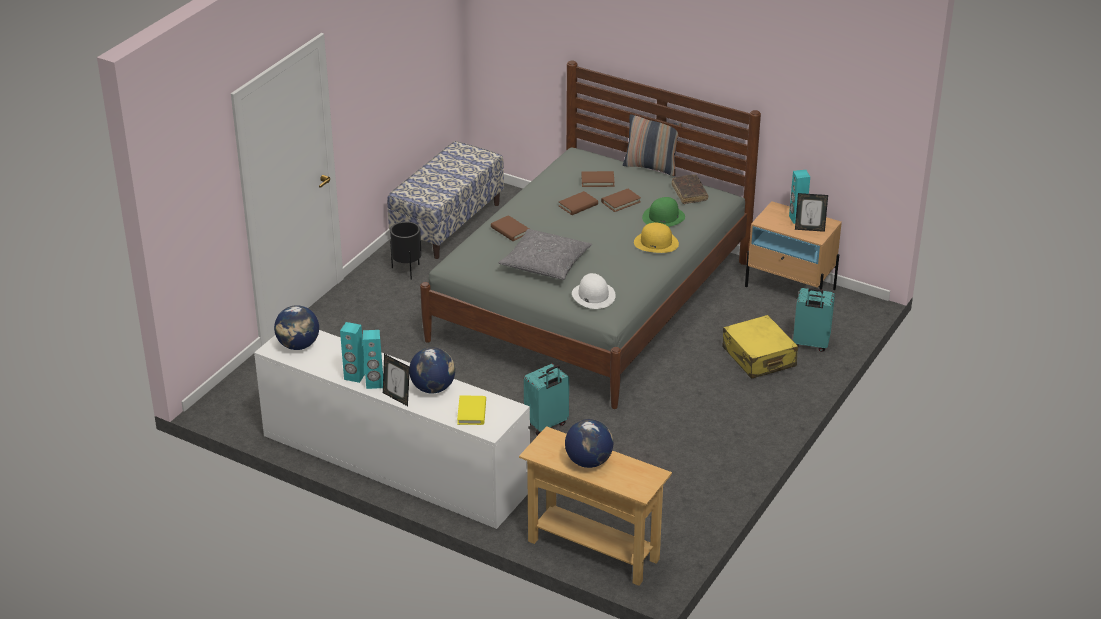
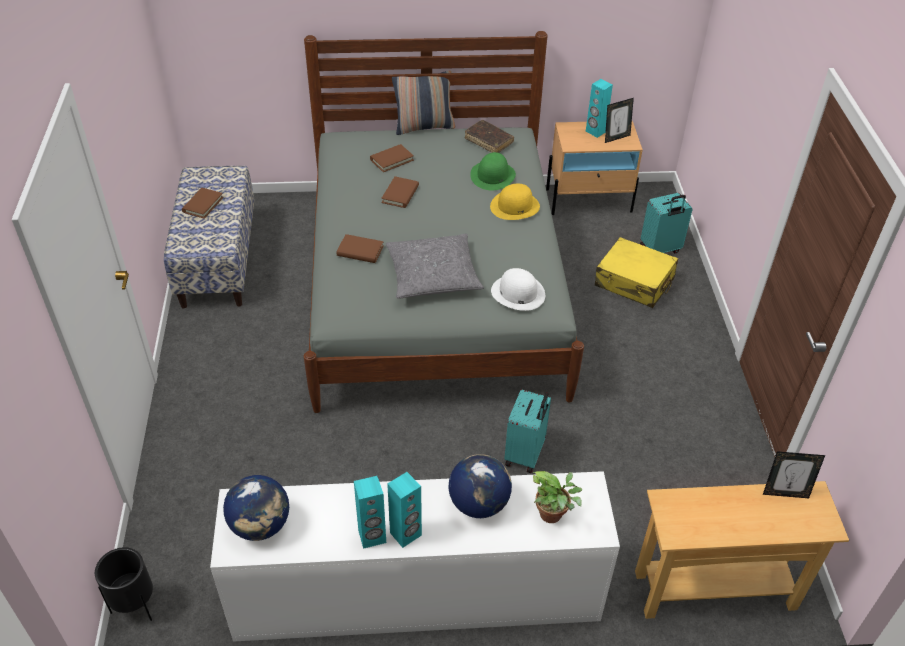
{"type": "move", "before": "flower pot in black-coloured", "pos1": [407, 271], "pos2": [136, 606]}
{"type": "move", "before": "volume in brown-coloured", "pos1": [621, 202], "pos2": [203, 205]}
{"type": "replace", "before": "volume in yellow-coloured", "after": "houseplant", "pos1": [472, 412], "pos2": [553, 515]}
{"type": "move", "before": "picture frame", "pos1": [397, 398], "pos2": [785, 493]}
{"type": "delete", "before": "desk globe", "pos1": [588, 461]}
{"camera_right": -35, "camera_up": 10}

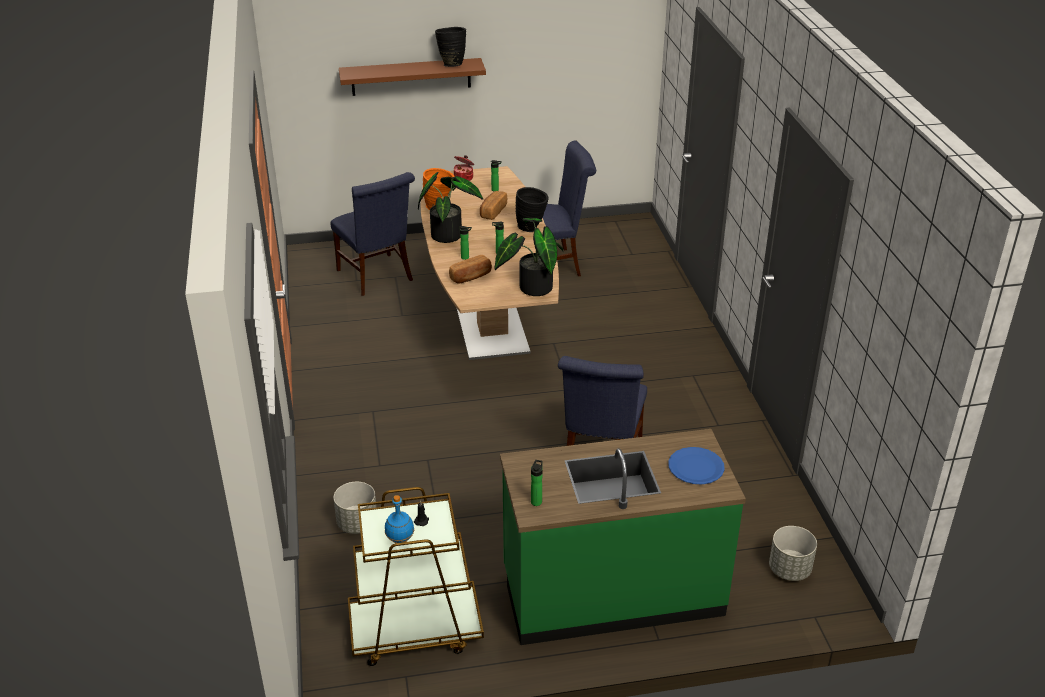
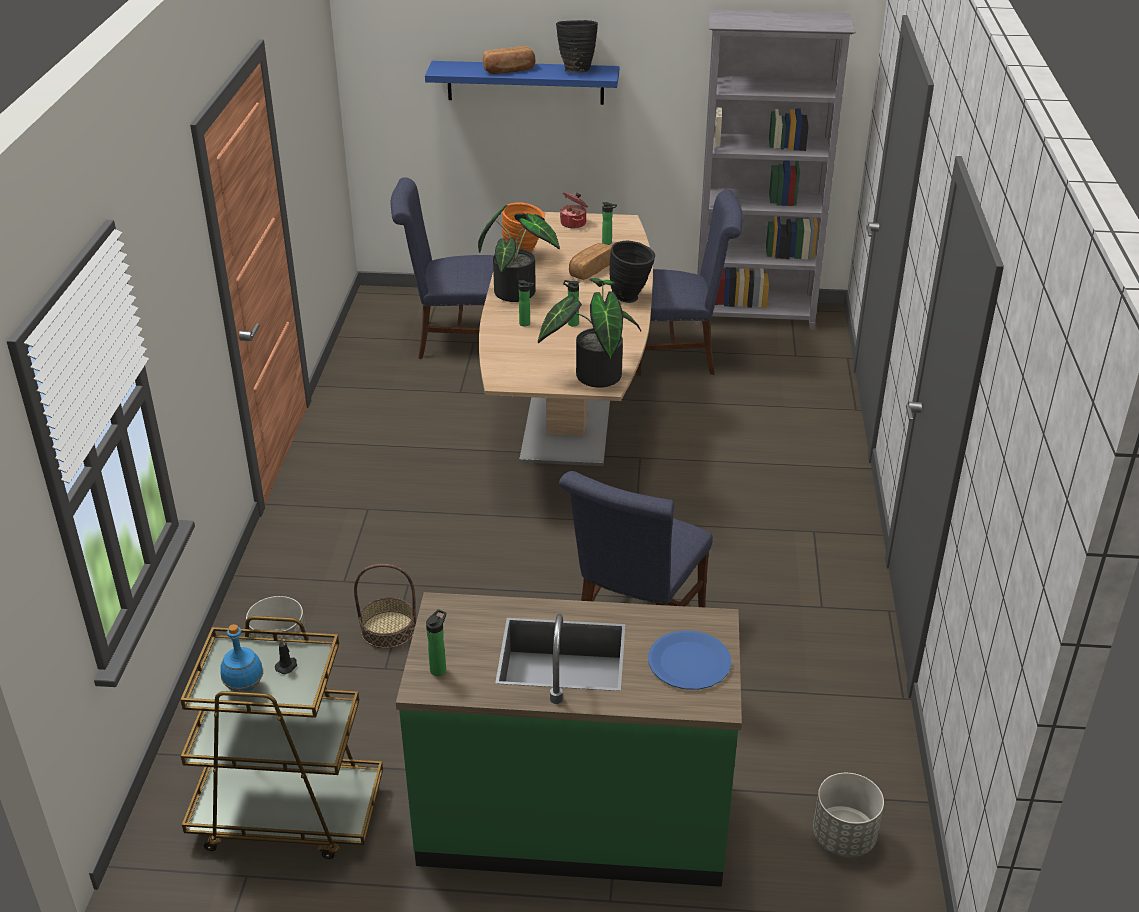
{"type": "insert", "after": "basket", "pos2": [388, 630]}
{"type": "rotate", "before": "chair in bluish", "pos1": [377, 277], "pos2": [451, 339], "turn": 105}
{"type": "recolor", "before": "shelf in brown-coloured", "after": "shelf in bluish", "pos1": [411, 77], "pos2": [525, 82]}
{"type": "move", "before": "bakery bread", "pos1": [471, 277], "pos2": [509, 70]}
{"type": "insert", "after": "bookcase in grey", "pos2": [755, 316]}
{"camera_right": 15, "camera_up": 0}

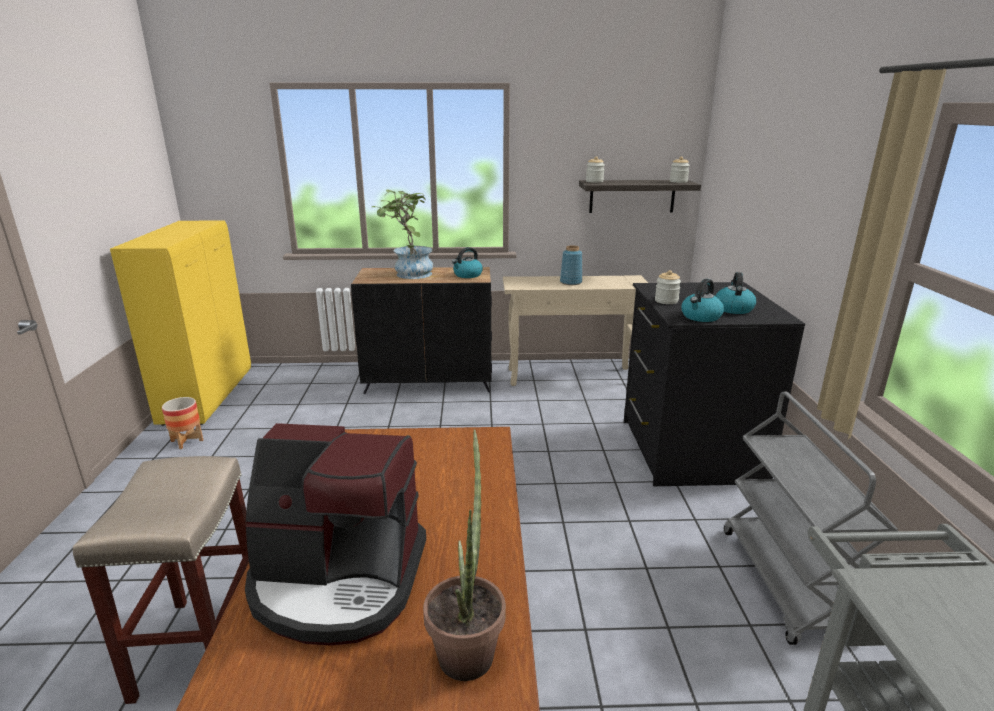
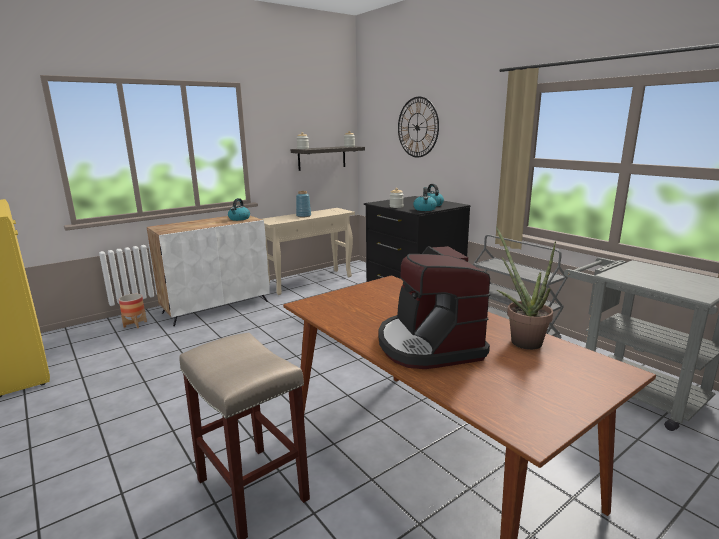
{"type": "move", "before": "flower pot", "pos1": [187, 441], "pos2": [135, 324]}
{"type": "recolor", "before": "storage cabinet in black-coloured", "after": "storage cabinet in white-coloured", "pos1": [429, 381], "pos2": [217, 307]}
{"type": "rotate", "before": "coffee brewer", "pos1": [339, 581], "pos2": [428, 344], "turn": 105}
{"type": "insert", "after": "wall clock", "pos2": [417, 127]}
{"type": "delete", "before": "houseplant", "pos1": [408, 274]}
{"camera_right": -35, "camera_up": -5}

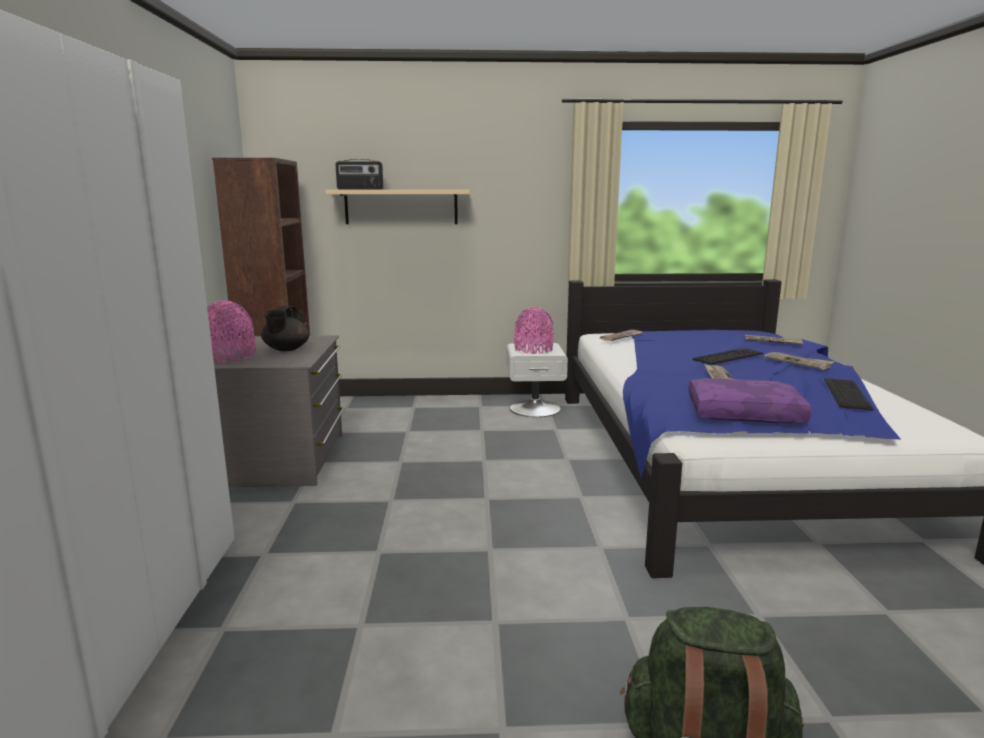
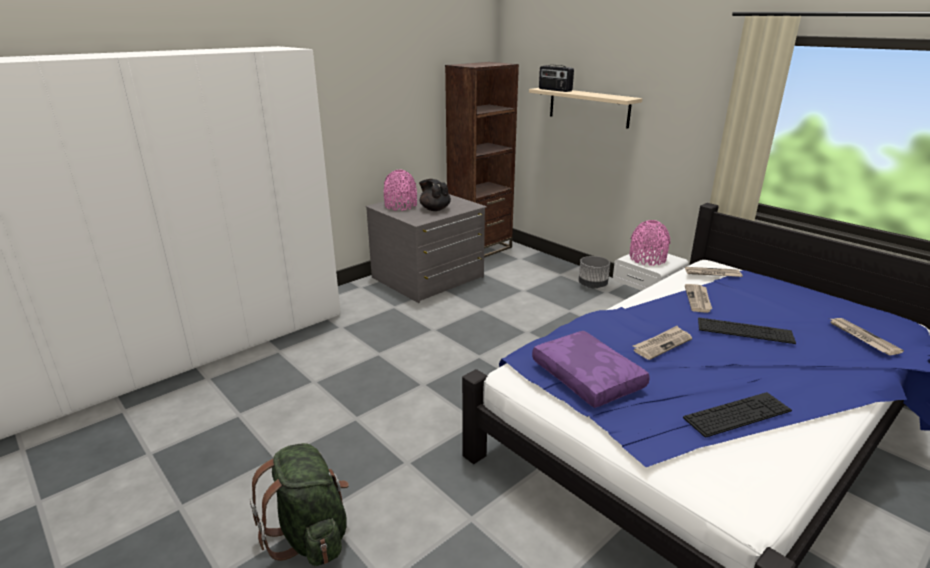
{"type": "rotate", "before": "pot for tea in black-coloured", "pos1": [286, 349], "pos2": [434, 209], "turn": 75}
{"type": "insert", "after": "flower pot in grey", "pos2": [592, 285]}
{"type": "move", "before": "printed paper", "pos1": [798, 362], "pos2": [698, 299]}
{"camera_right": 50, "camera_up": 10}

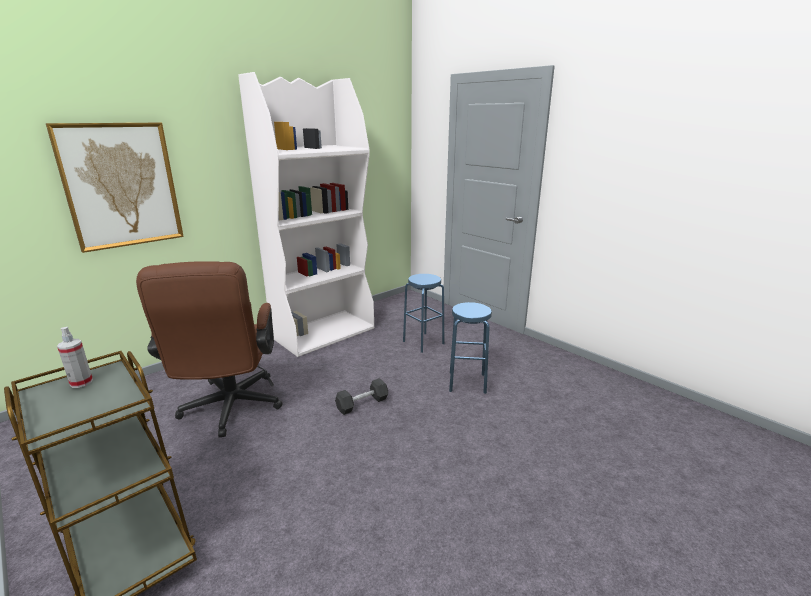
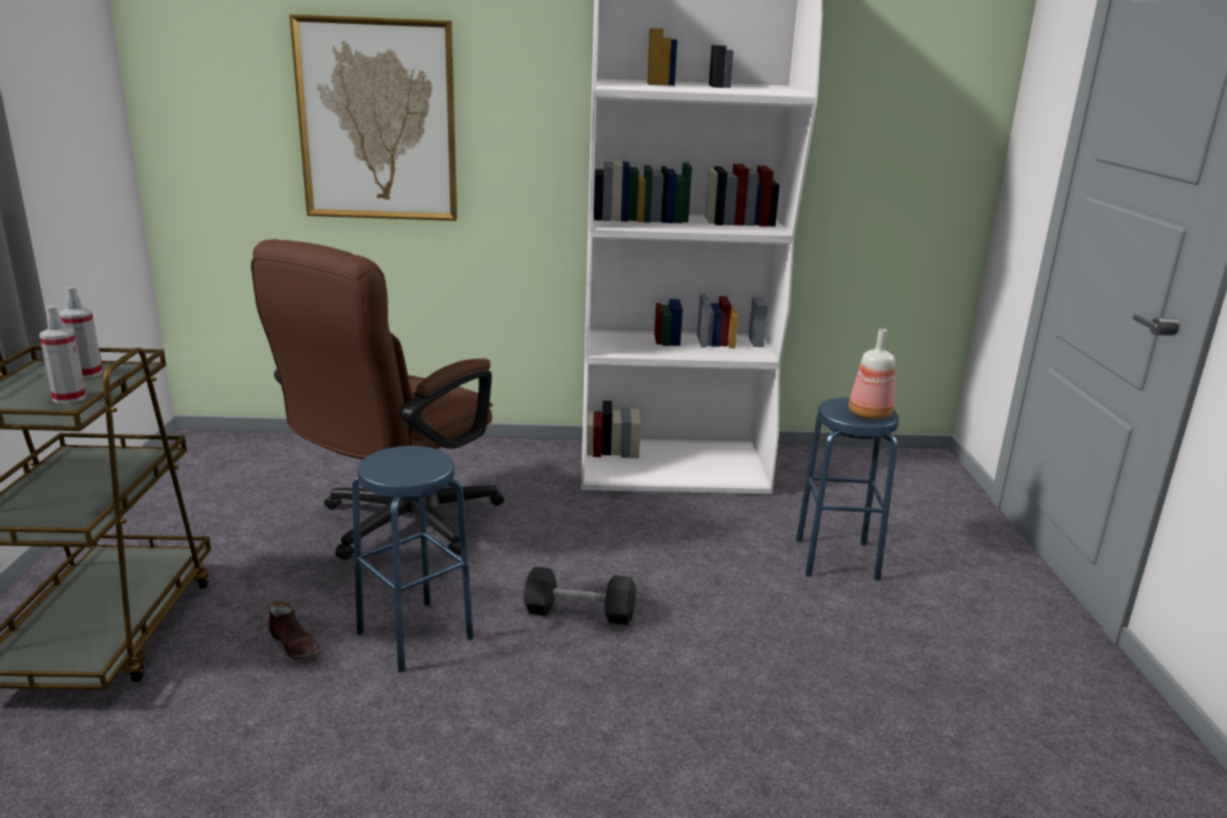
{"type": "insert", "after": "spray bottle", "pos2": [69, 398]}
{"type": "insert", "after": "item of footwear in brown-coloured", "pos2": [295, 644]}
{"type": "move", "before": "stool seat in bluish", "pos1": [467, 382], "pos2": [415, 635]}
{"type": "insert", "after": "beverage bottle", "pos2": [868, 414]}
{"camera_right": 40, "camera_up": 0}

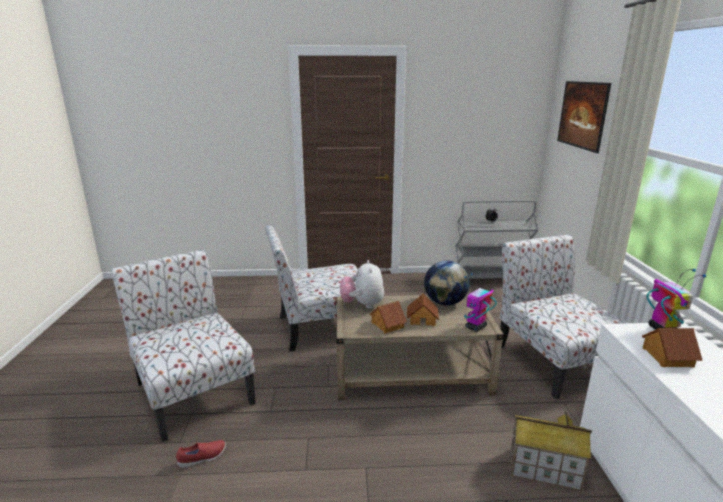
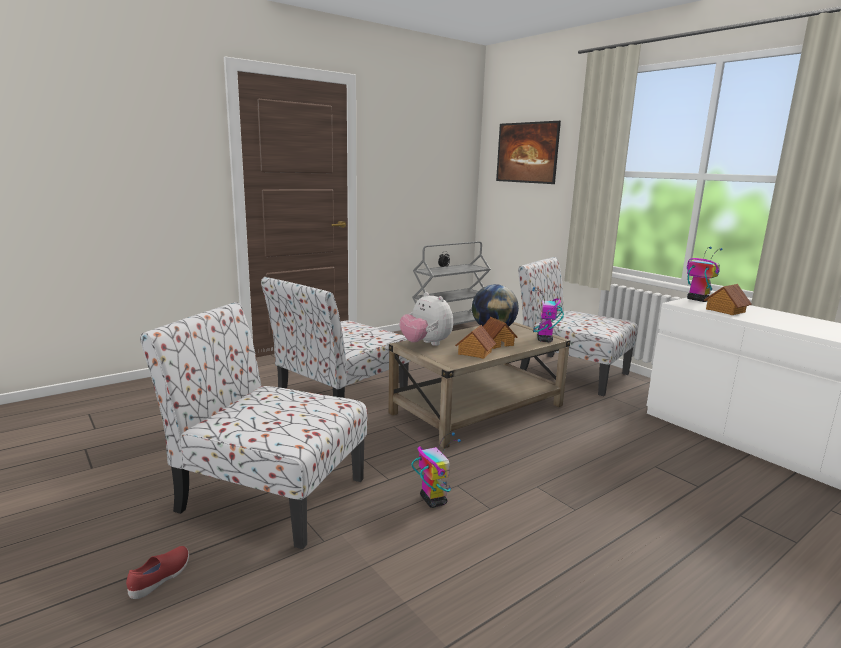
{"type": "move", "before": "item of footwear in red-coloured", "pos1": [202, 458], "pos2": [161, 579]}
{"type": "insert", "after": "model robot", "pos2": [433, 500]}
{"type": "delete", "before": "miniature house", "pos1": [543, 468]}
{"camera_right": -35, "camera_up": -5}

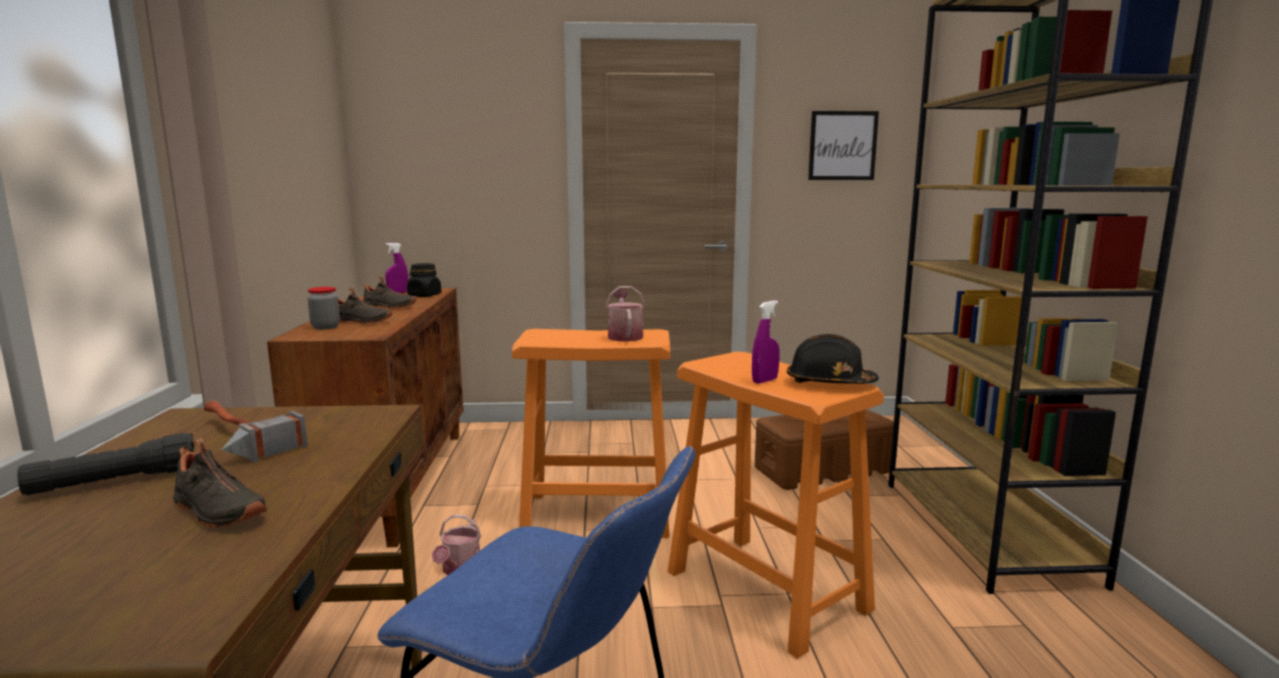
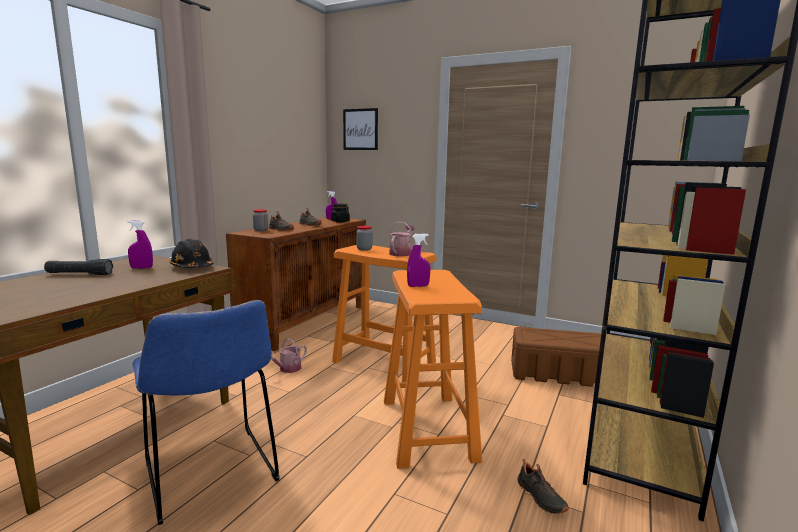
{"type": "replace", "before": "hammer", "after": "spray bottle in purple-coloured", "pos1": [235, 439], "pos2": [141, 268]}
{"type": "move", "before": "work helmet in black-coloured", "pos1": [829, 383], "pos2": [192, 267]}
{"type": "move", "before": "wall art", "pos1": [842, 146], "pos2": [360, 129]}
{"type": "insert", "after": "storage jar", "pos2": [364, 249]}
{"type": "move", "before": "item of footwear in black-coloured", "pos1": [216, 512], "pos2": [540, 498]}
{"camera_right": 30, "camera_up": 0}

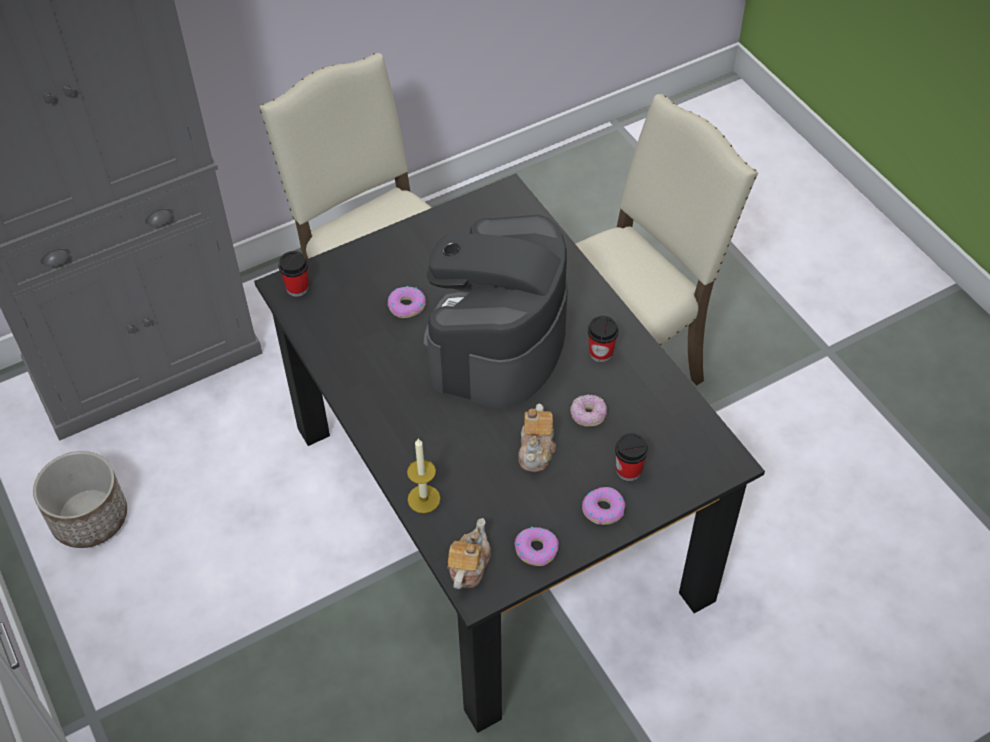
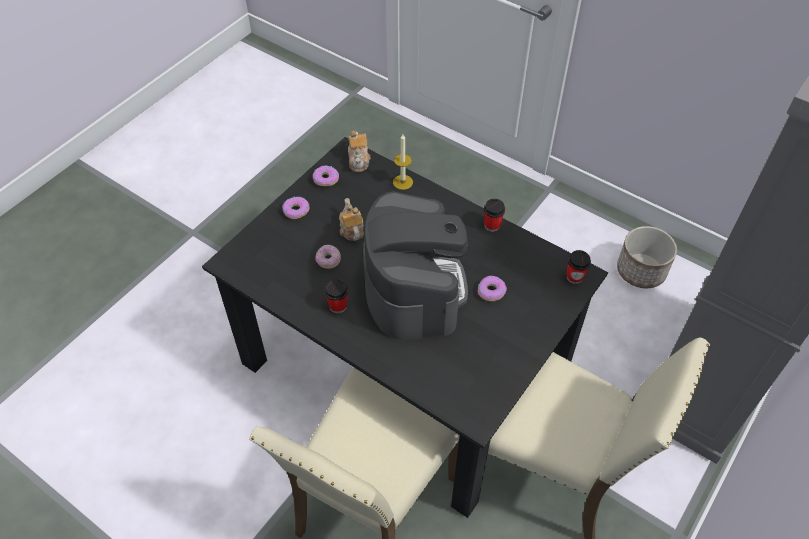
{"type": "move", "before": "drinking cup", "pos1": [628, 470], "pos2": [492, 225]}
{"camera_right": 155, "camera_up": 0}

